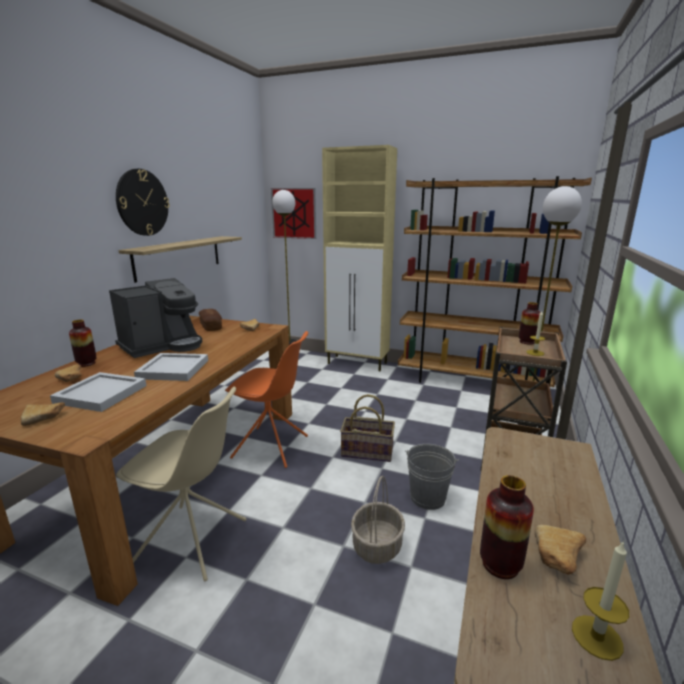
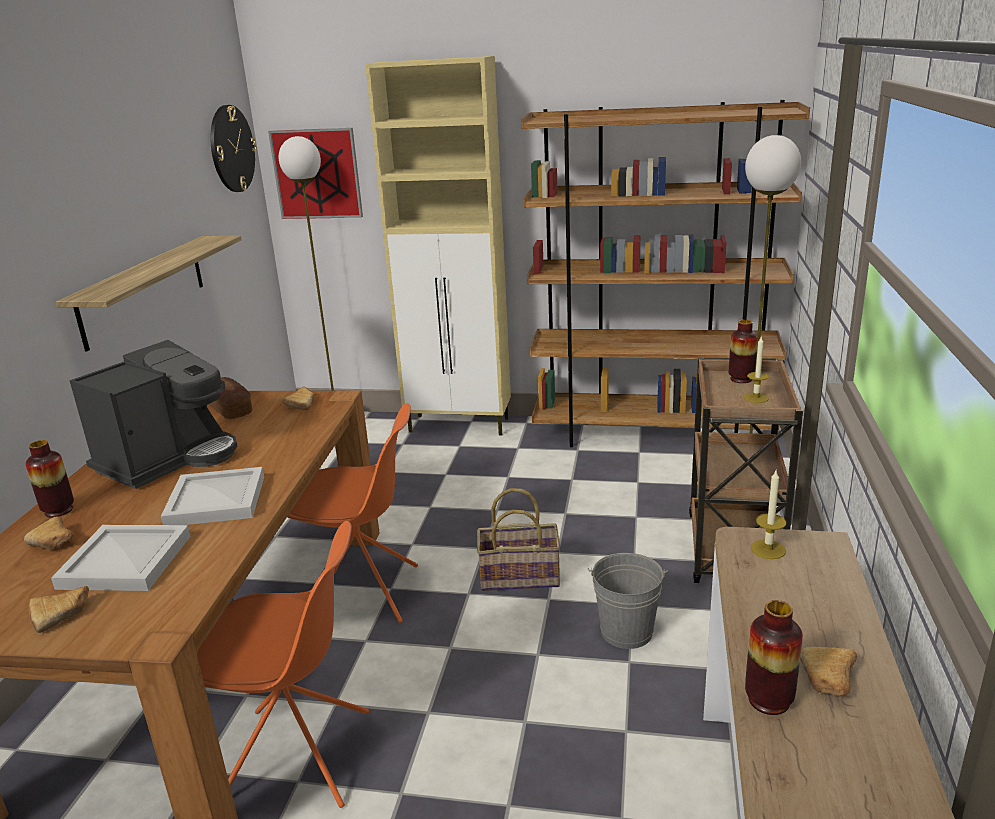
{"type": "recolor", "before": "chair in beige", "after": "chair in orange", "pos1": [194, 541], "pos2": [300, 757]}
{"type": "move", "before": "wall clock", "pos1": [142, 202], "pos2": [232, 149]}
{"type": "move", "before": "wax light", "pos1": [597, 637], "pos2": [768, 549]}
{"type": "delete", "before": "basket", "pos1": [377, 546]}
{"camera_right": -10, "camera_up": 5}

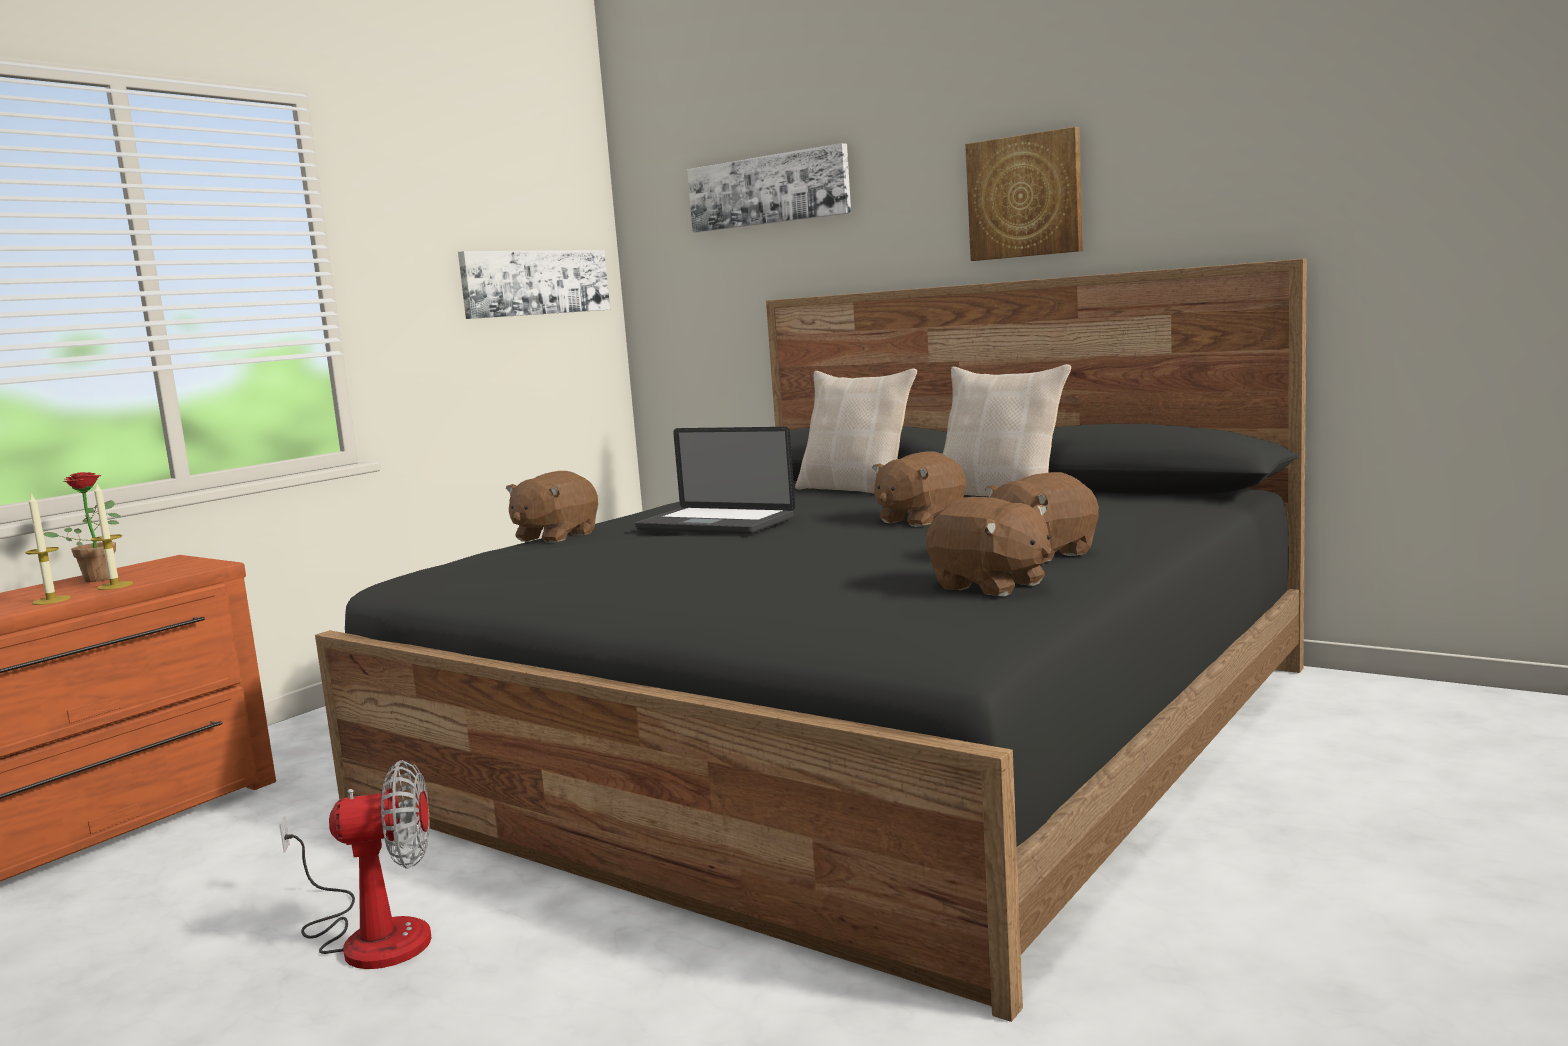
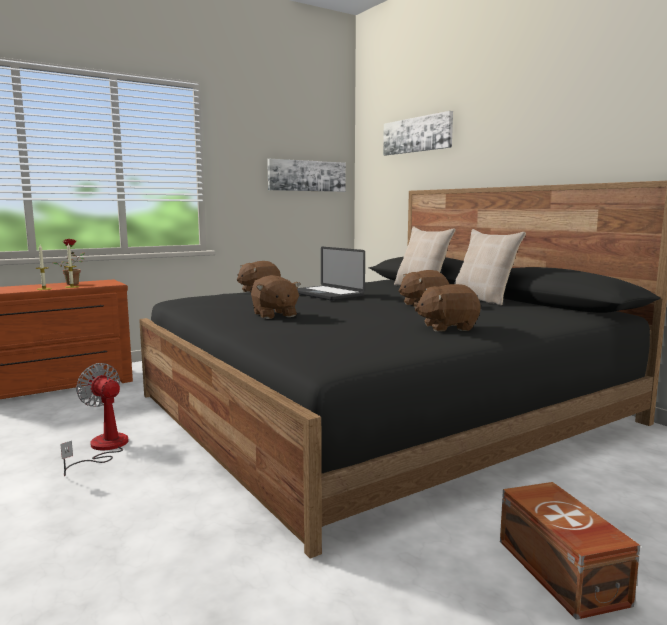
{"type": "rotate", "before": "electric fan", "pos1": [372, 935], "pos2": [103, 448], "turn": -150}
{"type": "move", "before": "soft toy in brown-coloured", "pos1": [991, 585], "pos2": [274, 315]}
{"type": "insert", "after": "storage box in brown-coloured", "pos2": [560, 572]}
{"type": "delete", "before": "wall art", "pos1": [1025, 196]}
{"camera_right": 20, "camera_up": 0}

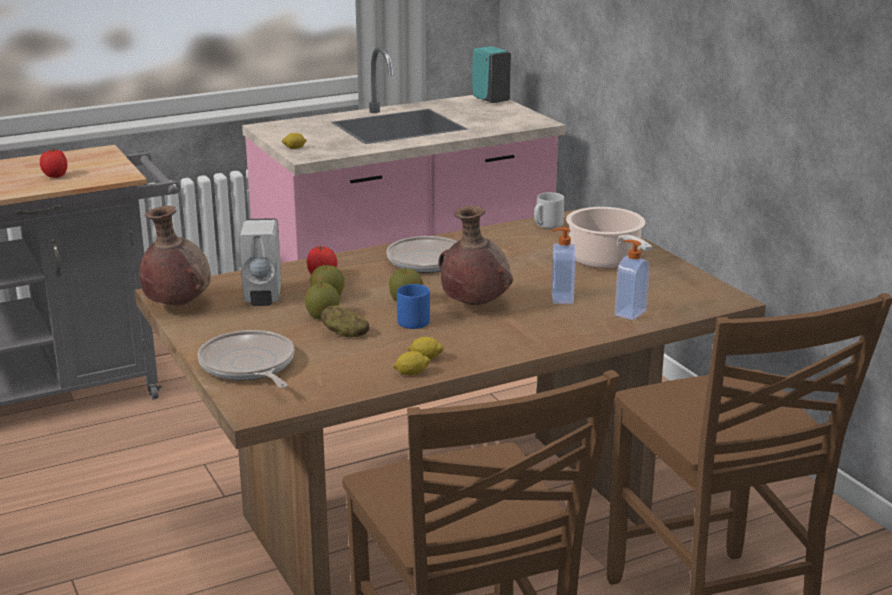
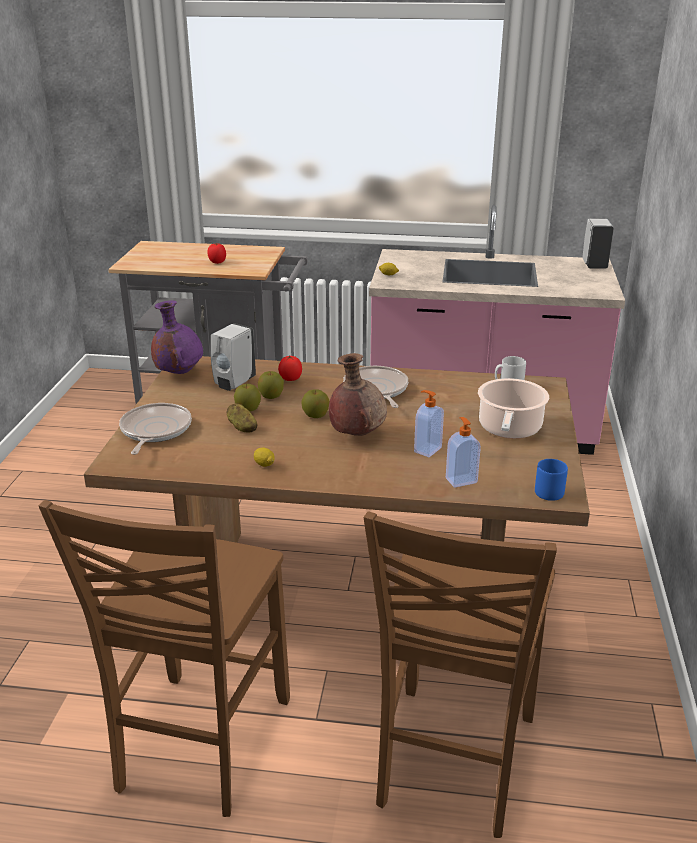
{"type": "recolor", "before": "flower vase in brown-coloured", "after": "flower vase in purple-coloured", "pos1": [177, 305], "pos2": [179, 373]}
{"type": "move", "before": "mug in bluish", "pos1": [411, 321], "pos2": [548, 490]}
{"type": "recolor", "before": "soap dispenser in blue-green", "after": "soap dispenser in white-coloured", "pos1": [490, 100], "pos2": [594, 265]}
{"type": "delete", "before": "lemon", "pos1": [411, 373]}
{"camera_right": 35, "camera_up": 5}

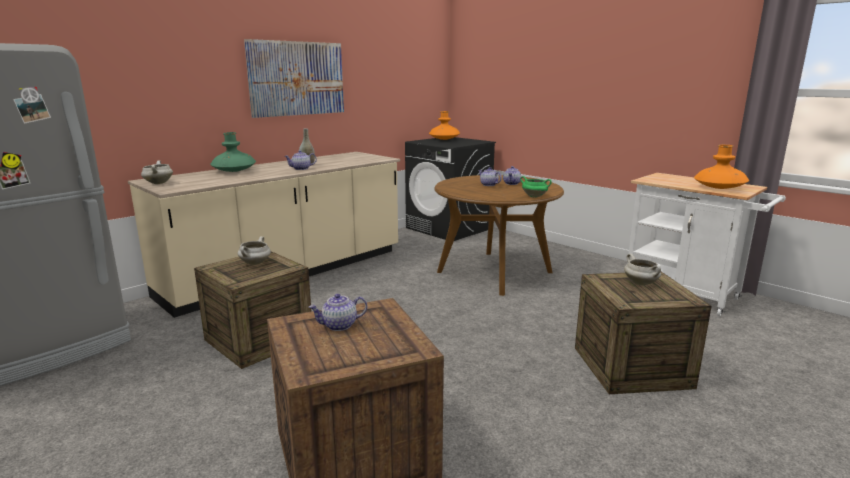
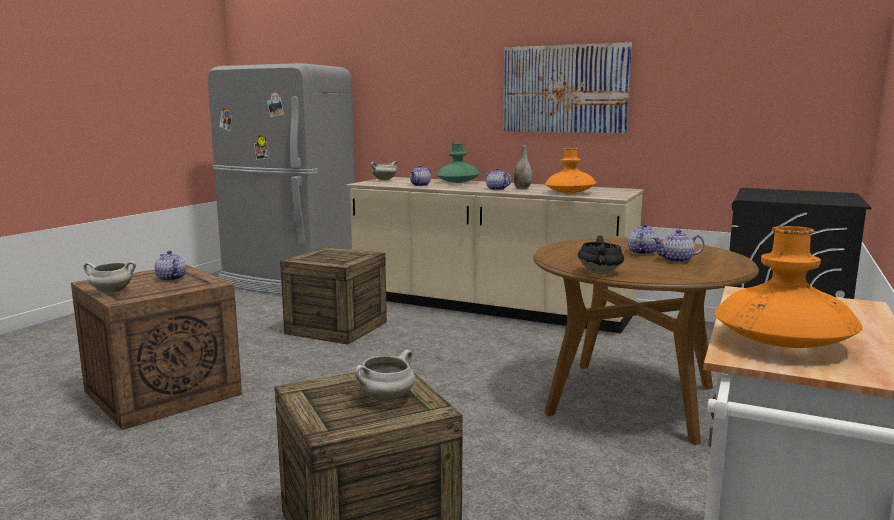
{"type": "move", "before": "cooking pot in white-coloured", "pos1": [255, 263], "pos2": [111, 292]}
{"type": "insert", "after": "pot for tea", "pos2": [420, 185]}
{"type": "move", "before": "flower vase in orange", "pos1": [444, 139], "pos2": [570, 193]}
{"type": "recolor", "before": "cooking pot in green-coloured", "after": "cooking pot in black-coloured", "pos1": [535, 196], "pos2": [600, 273]}
{"camera_right": 70, "camera_up": -5}

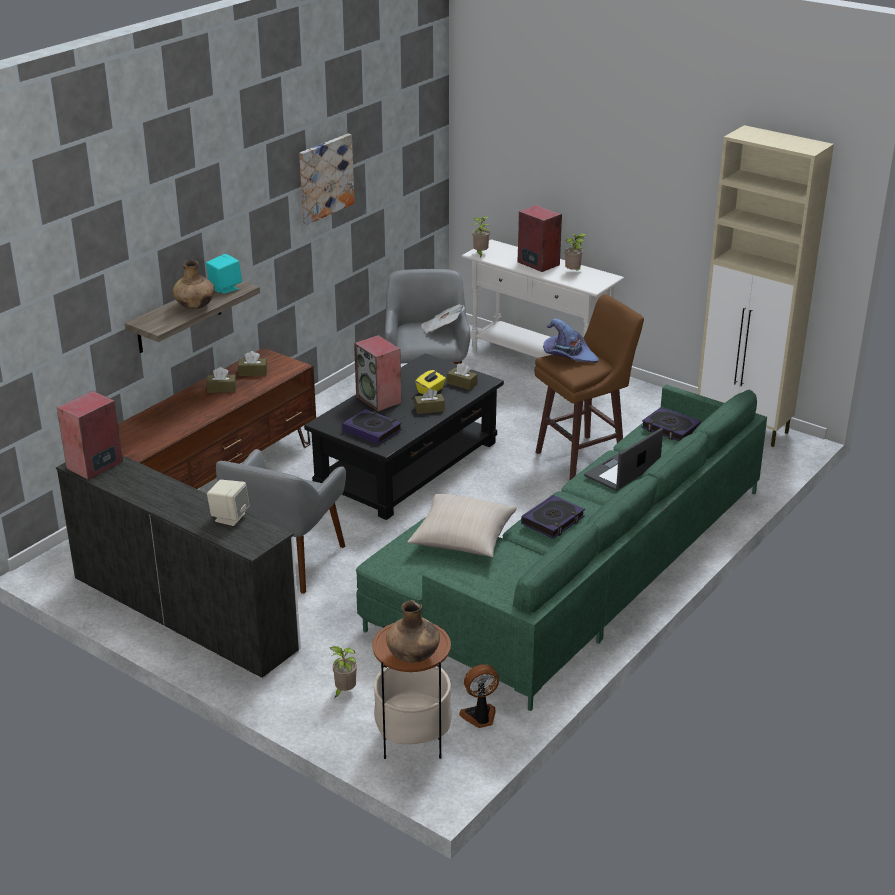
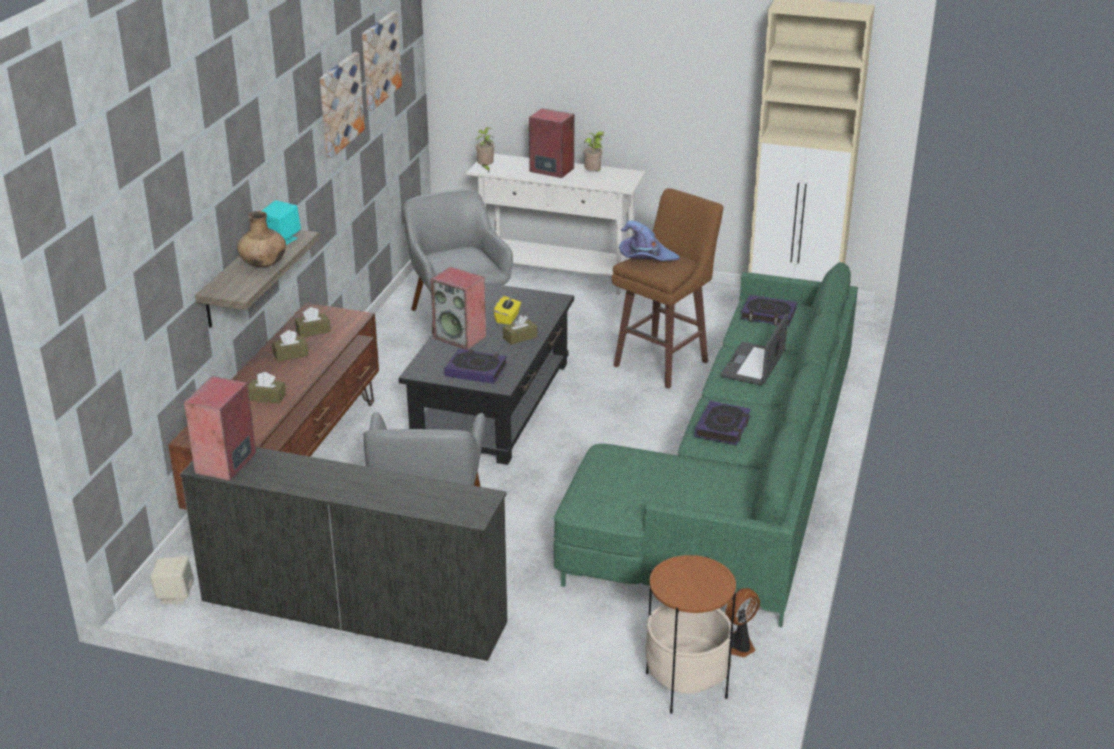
{"type": "move", "before": "speaker in beige", "pos1": [229, 517], "pos2": [175, 595]}
{"type": "move", "before": "box of tissues in brown-coloured", "pos1": [462, 384], "pos2": [267, 397]}
{"type": "insert", "after": "wall art", "pos2": [379, 60]}
{"type": "delete", "before": "houseplant", "pos1": [344, 691]}
{"type": "delete", "before": "flower vase in brown-coloured", "pos1": [413, 656]}
{"type": "delete", "before": "throw pillow in beige", "pos1": [463, 538]}
{"type": "delete", "before": "printed paper", "pos1": [441, 329]}
{"camera_right": -20, "camera_up": 0}

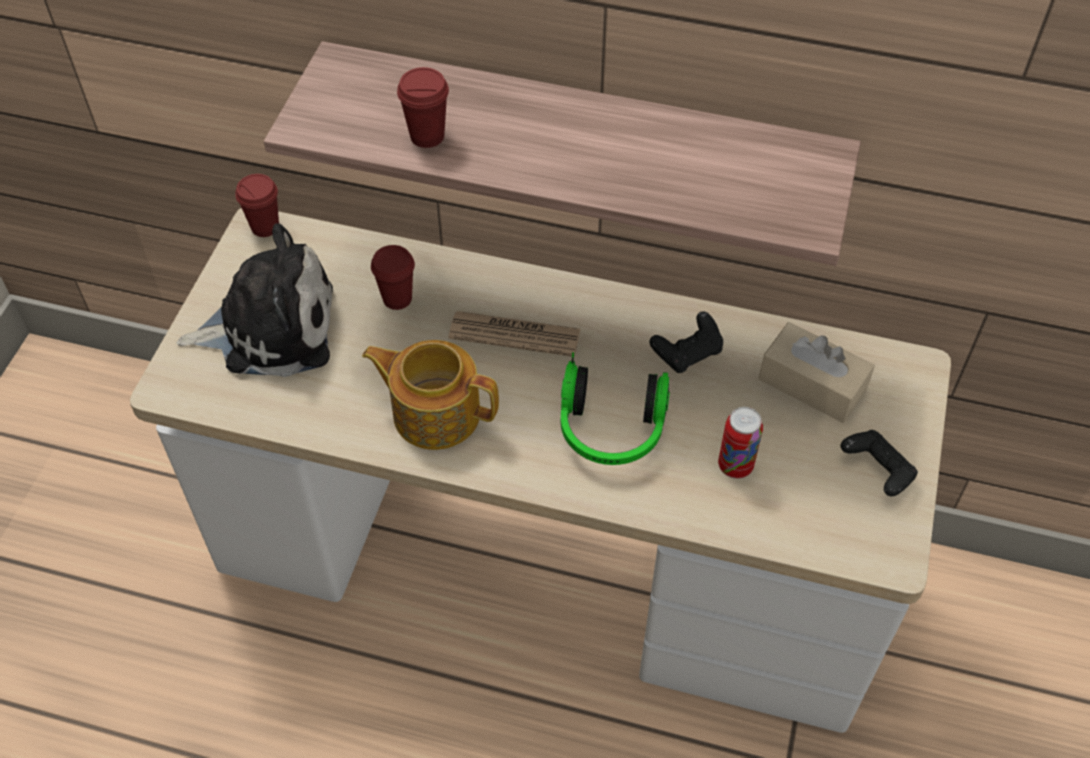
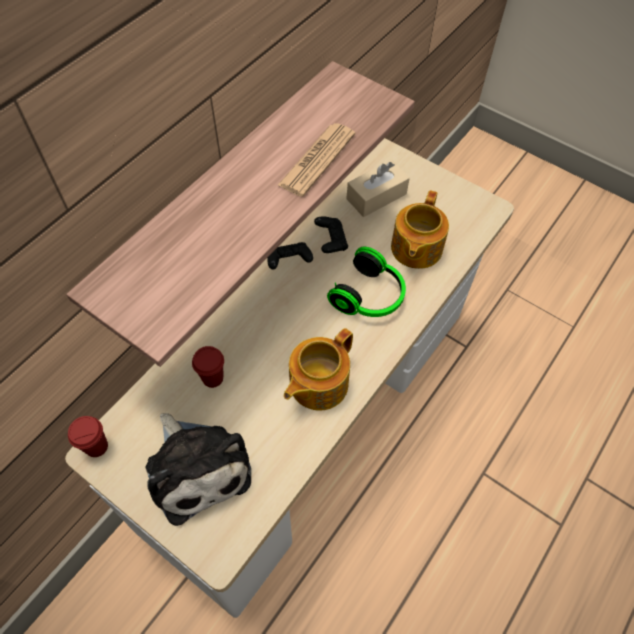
{"type": "rotate", "before": "soft toy", "pos1": [270, 327], "pos2": [197, 467], "turn": 135}
{"type": "move", "before": "gamepad in black-coloured", "pos1": [877, 471], "pos2": [289, 261]}
{"type": "move", "before": "printed paper", "pos1": [514, 334], "pos2": [317, 160]}
{"type": "replace", "before": "metal can", "after": "pot for tea", "pos1": [735, 466], "pos2": [415, 249]}
{"type": "delete", "before": "drinking cup in red-coloured", "pos1": [427, 136]}
{"camera_right": -70, "camera_up": 5}

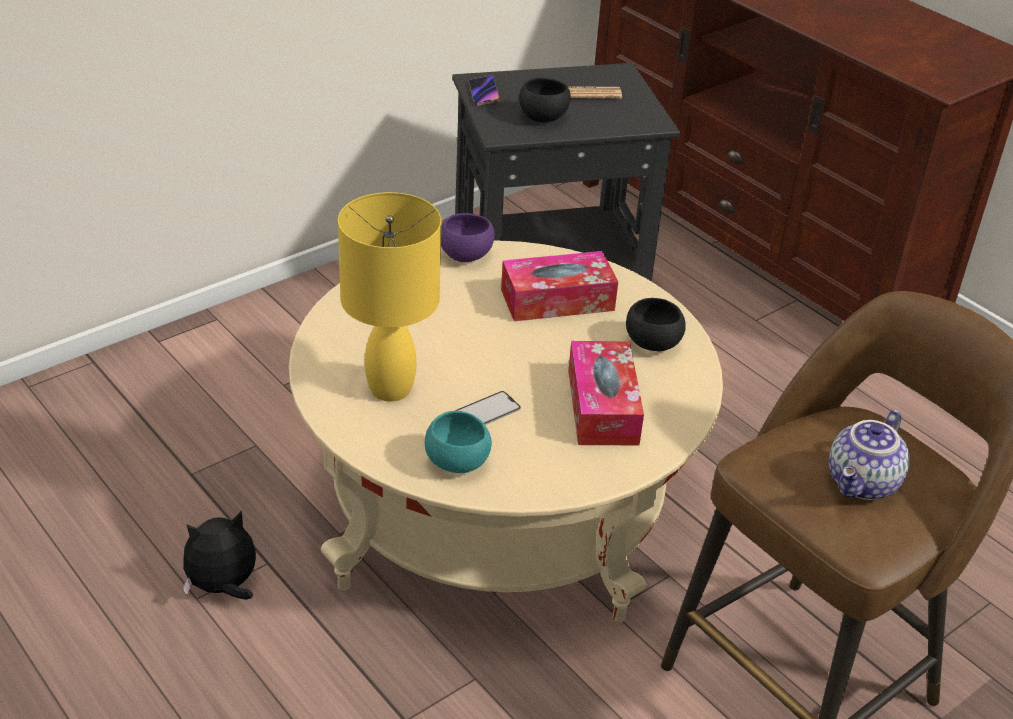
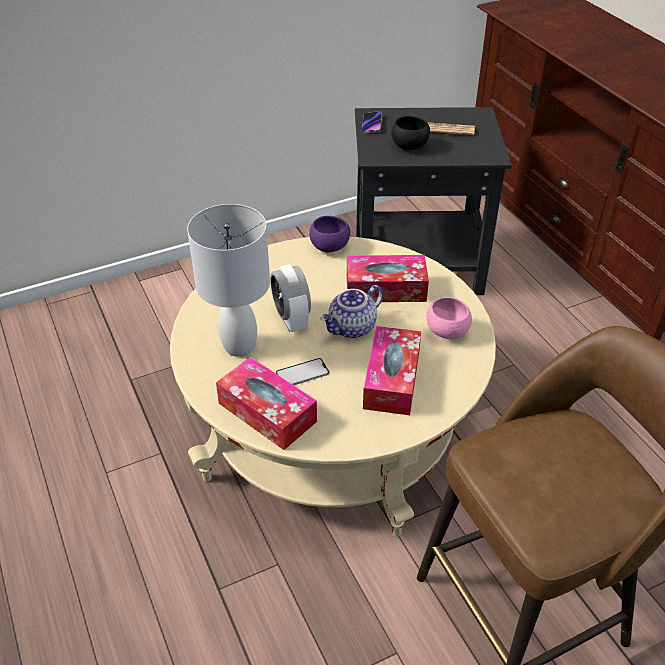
{"type": "recolor", "before": "lamp for a table in yellow-coloured", "after": "lamp for a table in white-coloured", "pos1": [392, 389], "pos2": [240, 347]}
{"type": "replace", "before": "bowl in blue-green", "after": "box of tissues", "pos1": [457, 463], "pos2": [267, 412]}
{"type": "insert", "after": "bedside clock", "pos2": [291, 319]}
{"type": "move", "before": "pot for tea", "pos1": [863, 484], "pos2": [352, 328]}
{"type": "recolor", "before": "bowl in black-coloured", "after": "bowl in pink-coloured", "pos1": [653, 344], "pos2": [447, 332]}
{"type": "delete", "before": "soft toy", "pos1": [223, 587]}
{"camera_right": 15, "camera_up": 5}

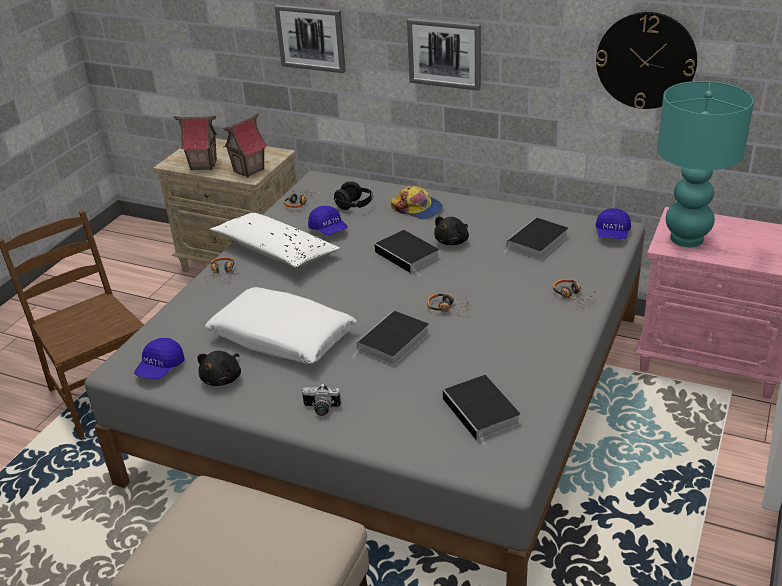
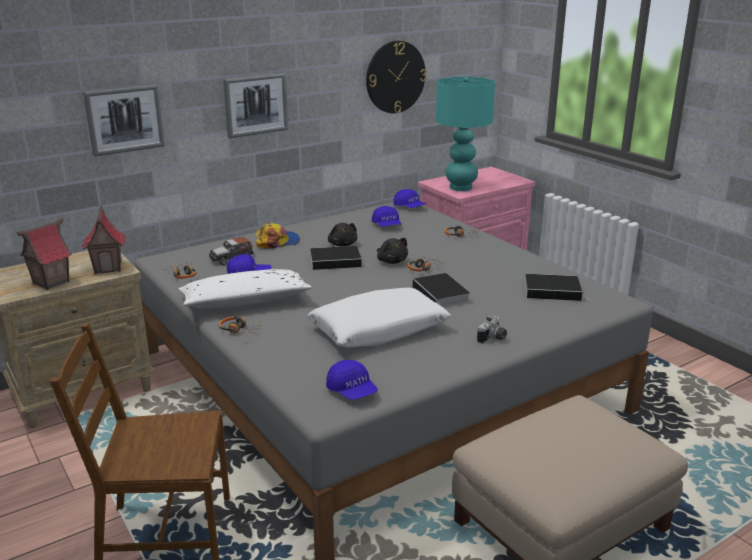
{"type": "replace", "before": "headphones in black-coloured", "after": "model car", "pos1": [355, 206], "pos2": [231, 258]}
{"type": "replace", "before": "volume", "after": "baseball cap in bluish", "pos1": [537, 243], "pos2": [387, 225]}
{"type": "move", "before": "soft toy in black-coloured", "pos1": [223, 378], "pos2": [391, 261]}
{"camera_right": -60, "camera_up": -10}

